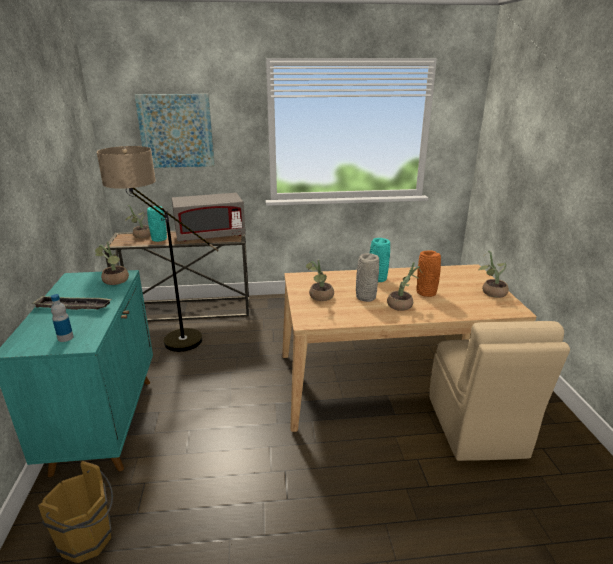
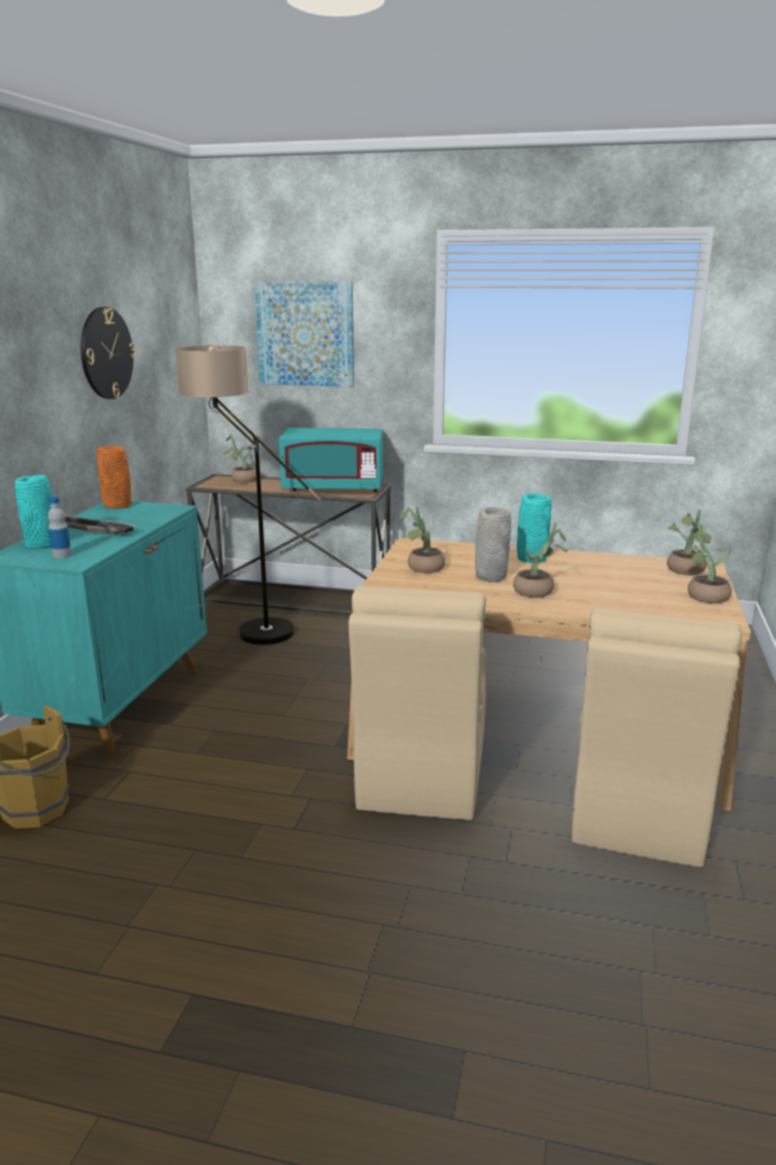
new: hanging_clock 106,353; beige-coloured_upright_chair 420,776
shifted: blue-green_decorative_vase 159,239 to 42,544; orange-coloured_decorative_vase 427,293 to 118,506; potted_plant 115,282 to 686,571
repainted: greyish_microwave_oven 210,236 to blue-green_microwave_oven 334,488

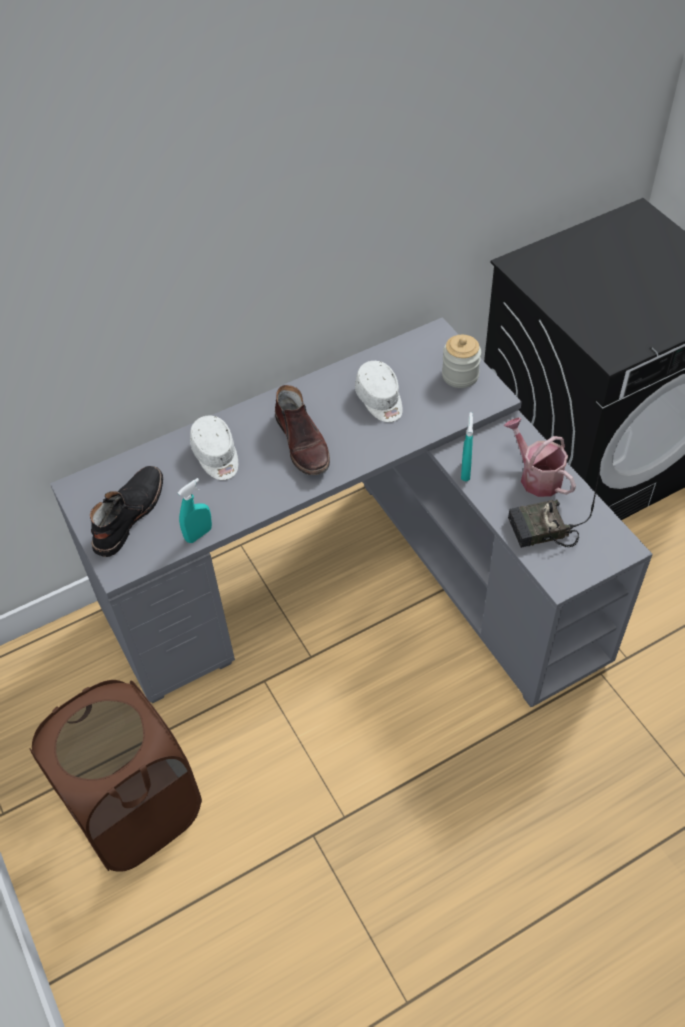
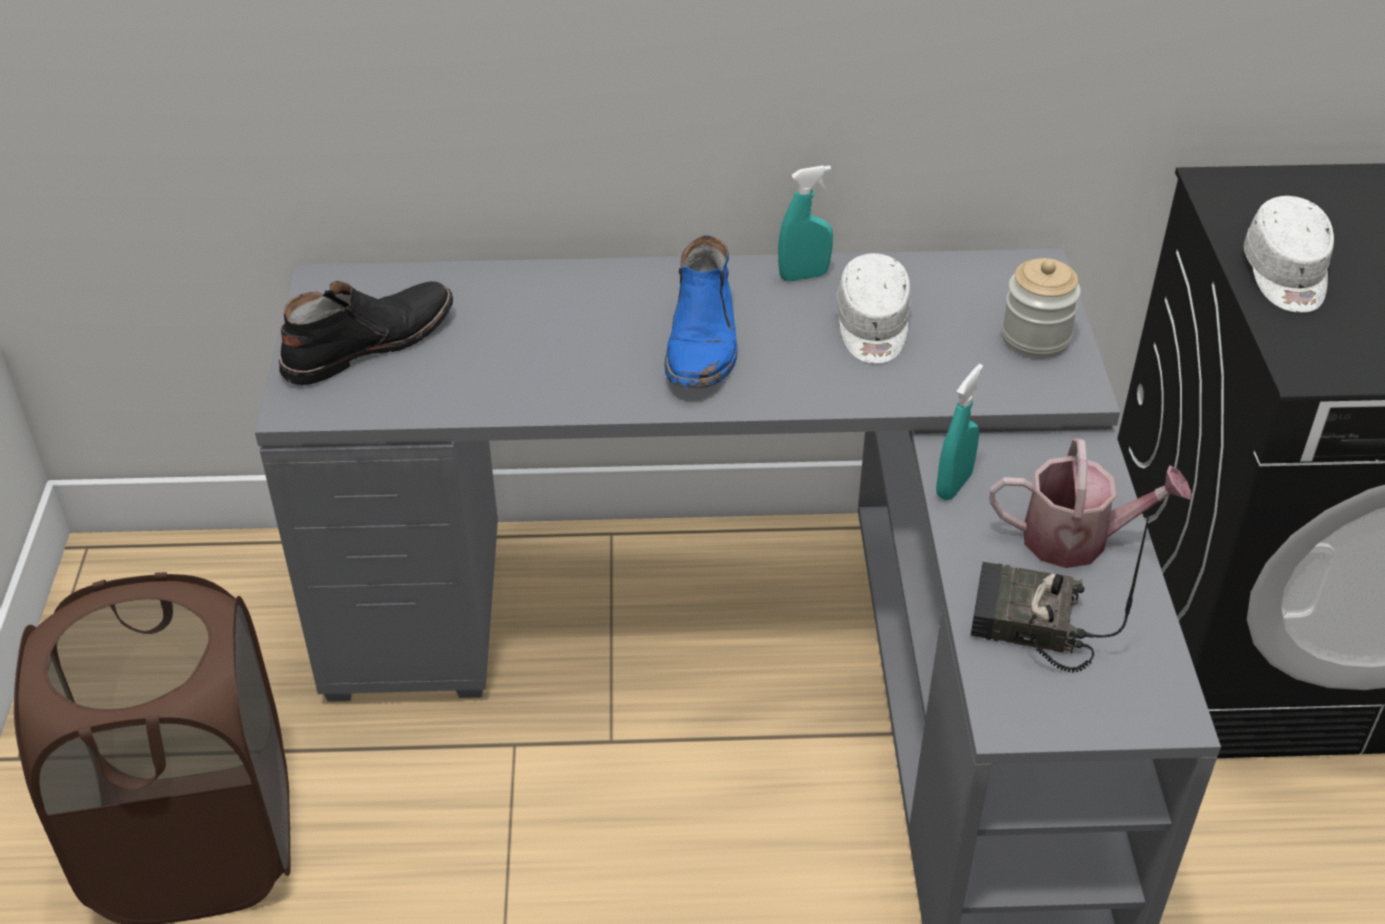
shifted: blue-green_hand_sprayer 199,534 to 803,276; white_baseball_cap 216,456 to 1285,275
repainted: brown_boot 303,443 to bluish_boot 703,343
rotated: watering_pot 536,476 = 1077,539 105 degrees clockwise

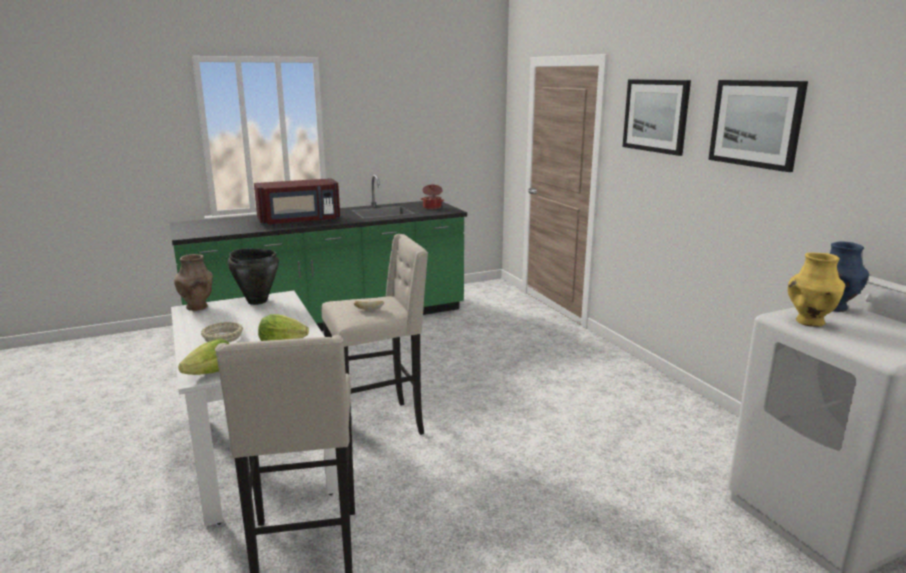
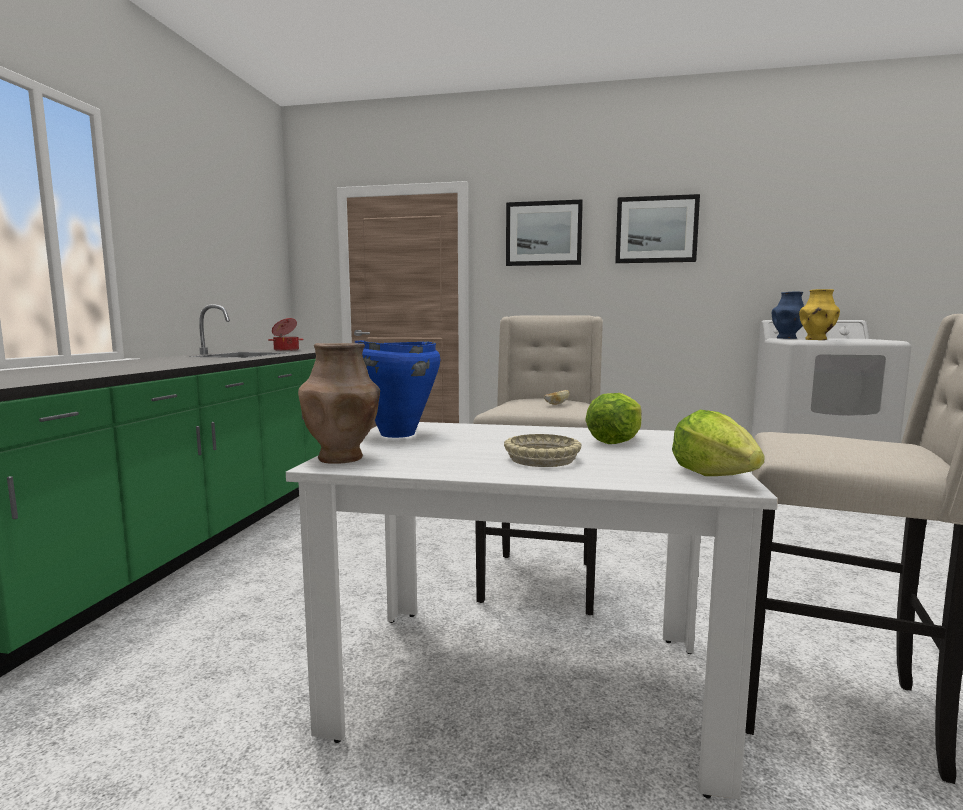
gone: red-coloured_microwave_oven 299,222
repainted: black_stockpot 257,301 to bluish_stockpot 396,434

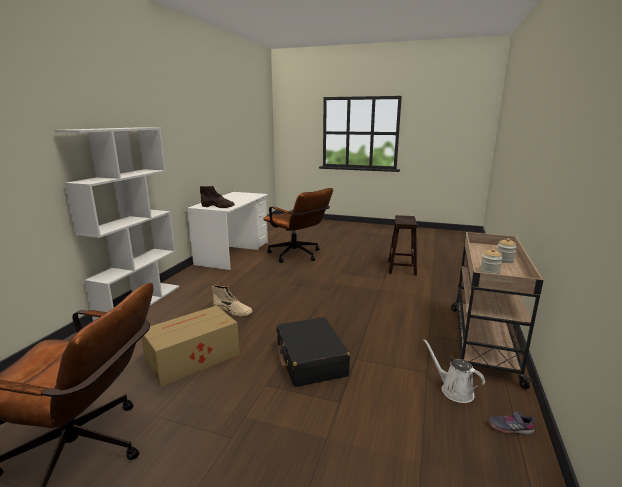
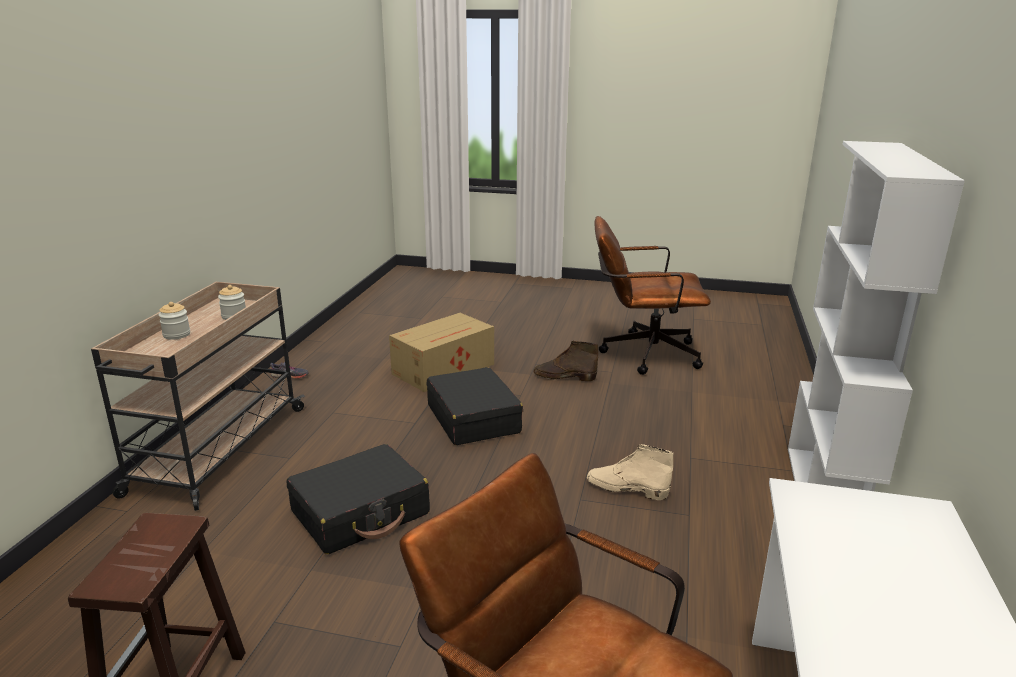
gone: white_watering_pot 454,390
new: black_suitcase 361,513
shifted: carton 191,358 to 445,369; brown_boot 218,206 to 564,377

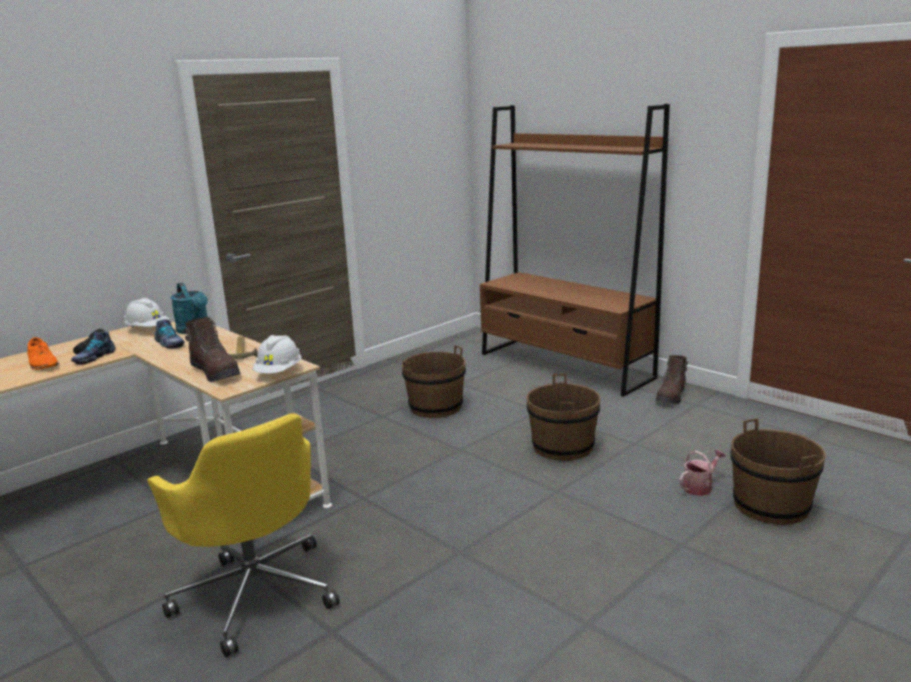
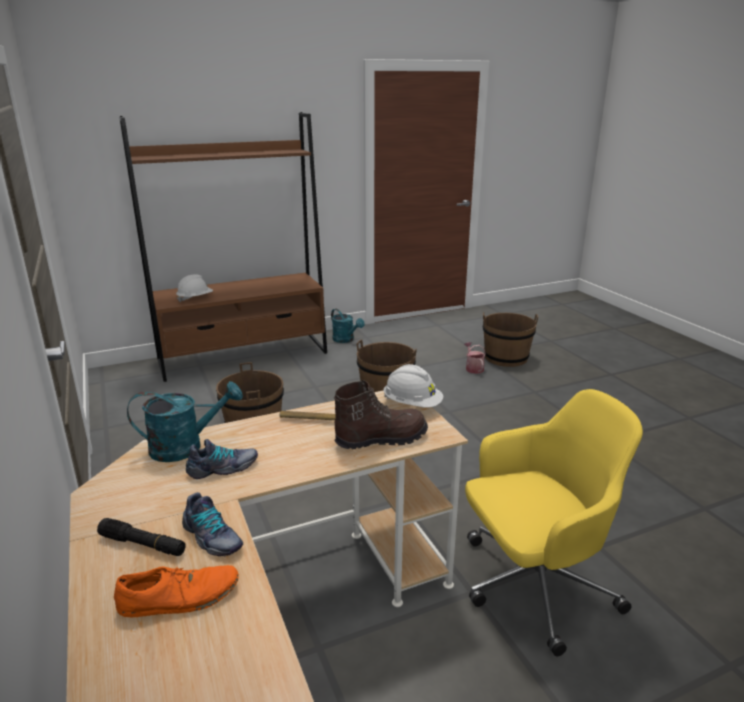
shifted: white_safety_helmet 147,329 to 195,299
swapped: brown_boot 671,397 to blue-green_watering_pot 346,340

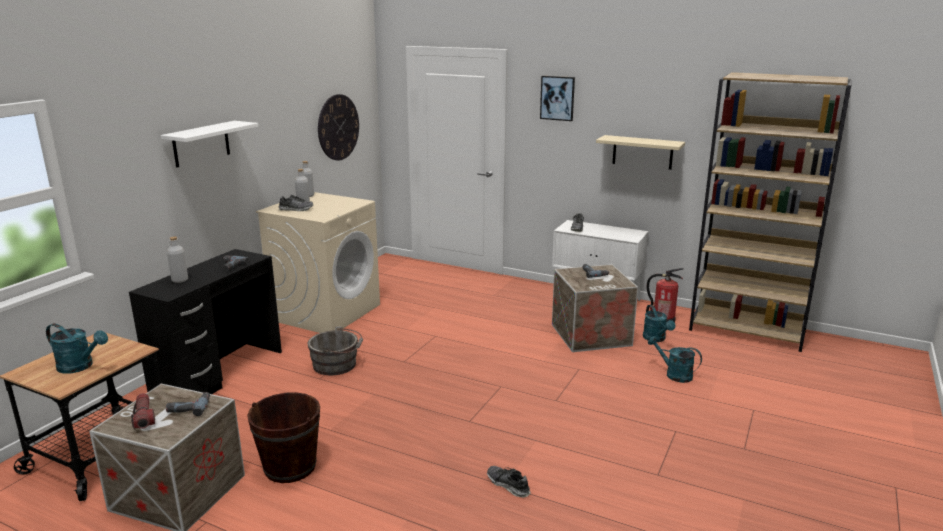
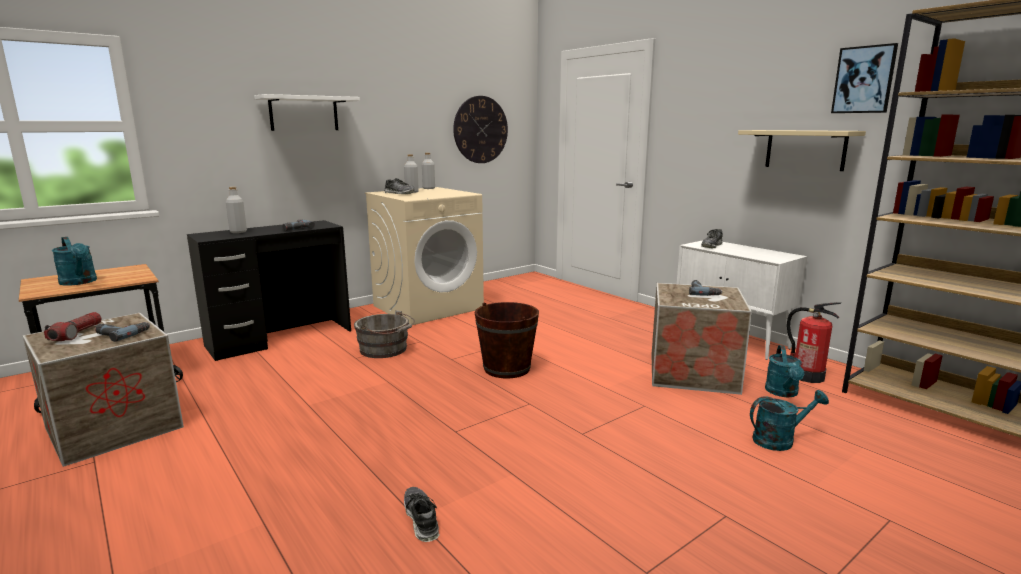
shifted: brown_bucket 290,467 to 507,368; picture 557,98 to 864,80
rotated: blue-green_watering_pot 674,374 = 779,440 105 degrees clockwise

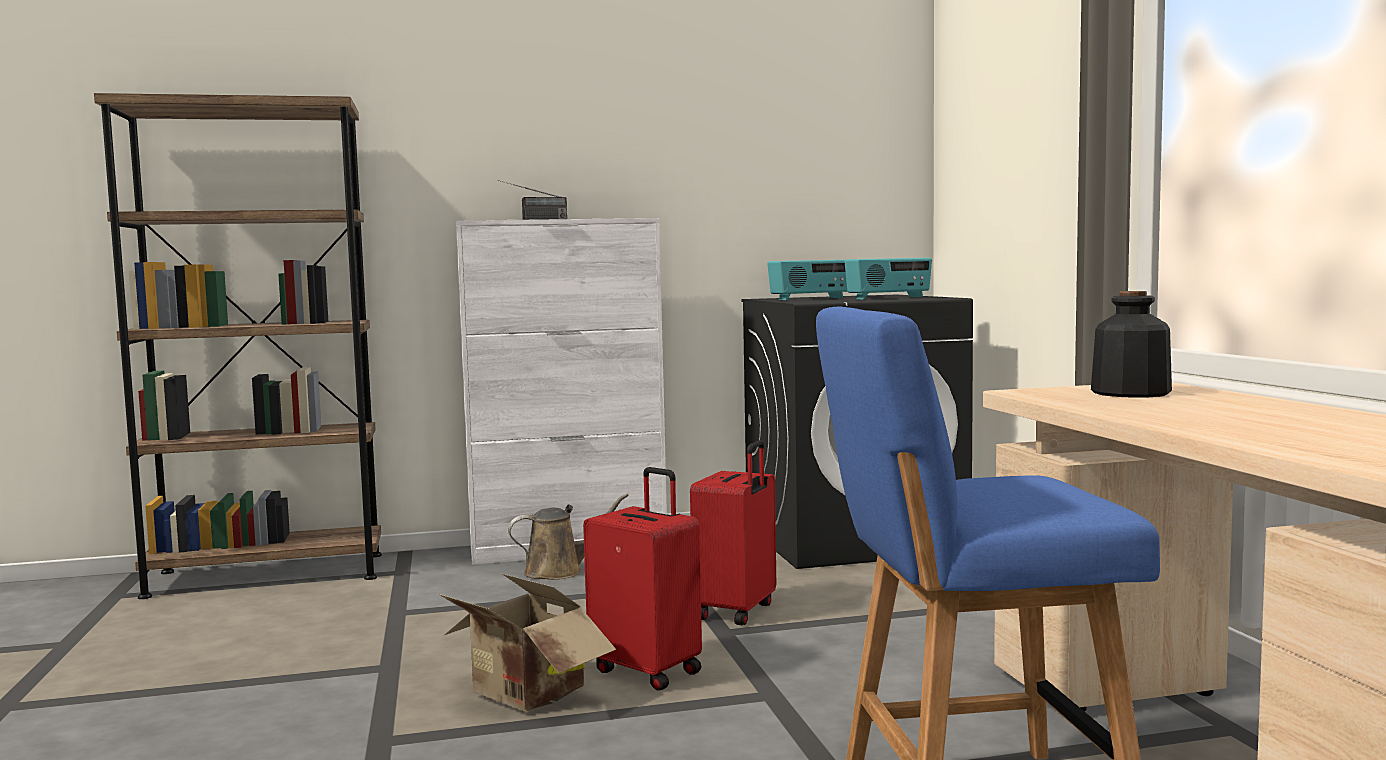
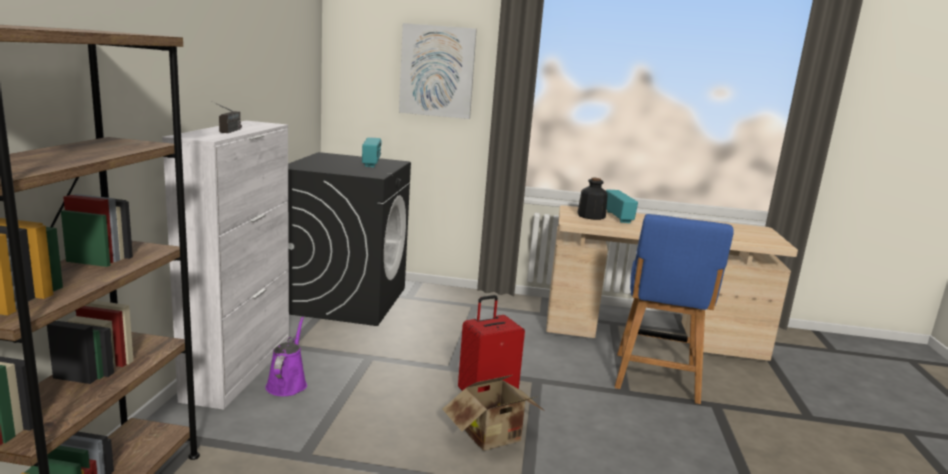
gone: red-coloured_suitcase 737,611
new: picture 437,71
shifted: radio 810,299 to 618,217
repainted: brown_watering_pot 559,571 to purple_watering_pot 287,383

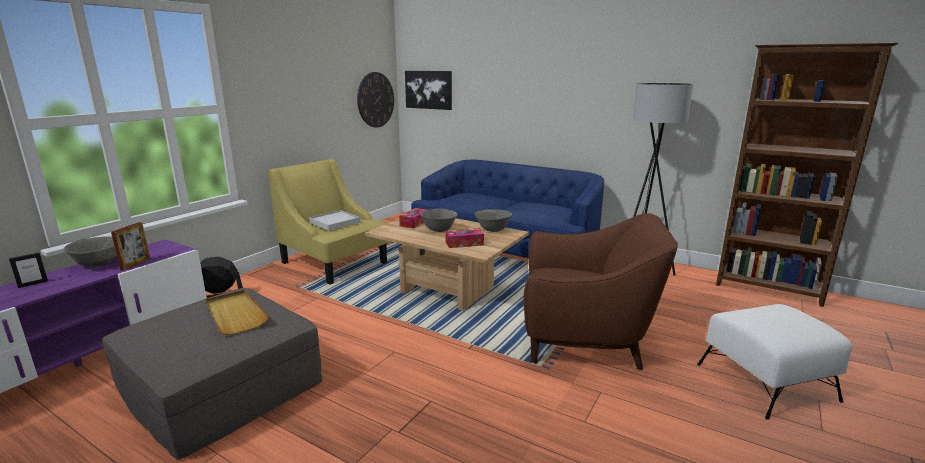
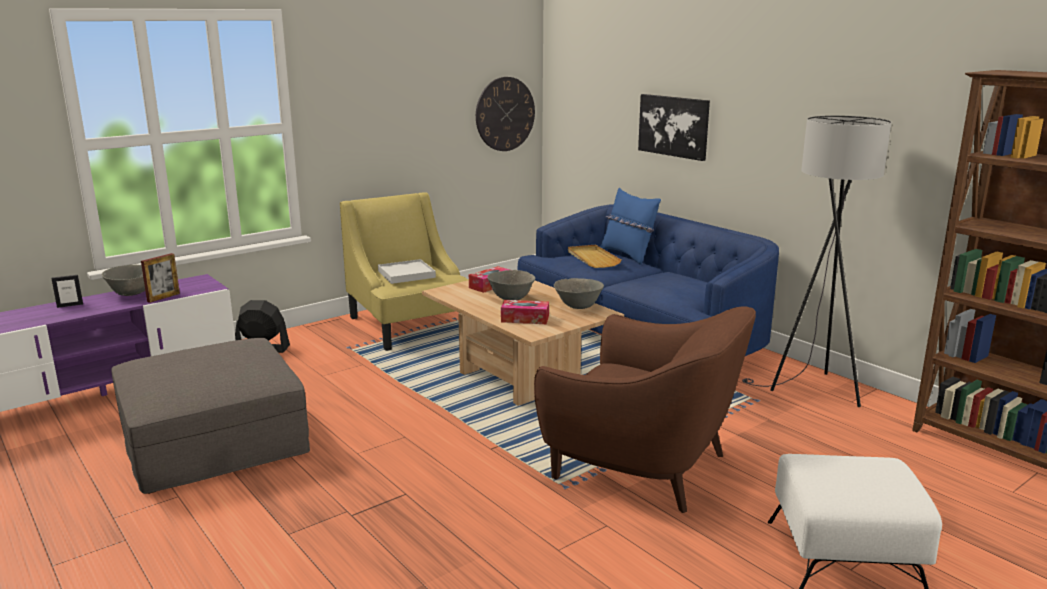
new: bluish_pillow 628,255
shifted: beige-coloured_tray 235,314 to 592,258; picture 429,89 to 674,126

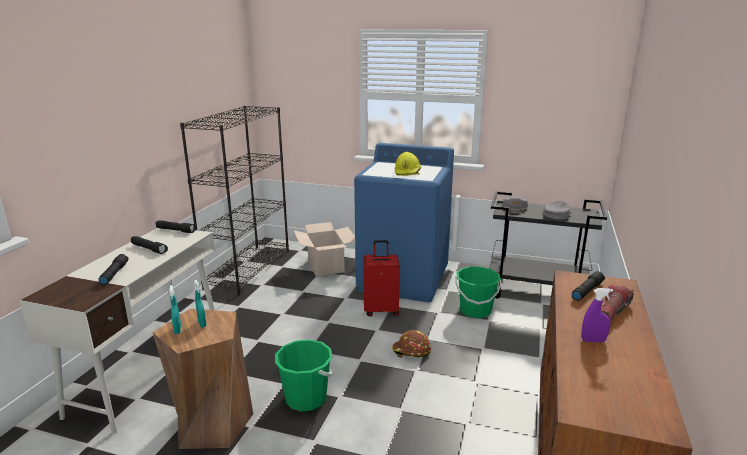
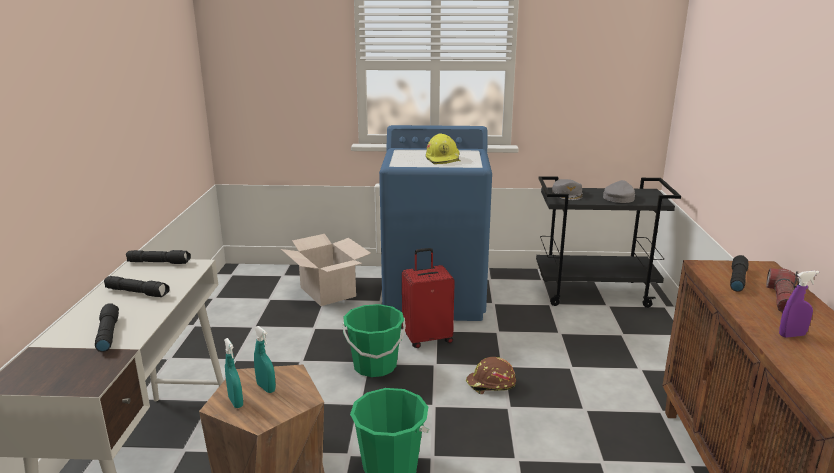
gone: black_bookshelf 248,268
shifted: green_bucket 475,311 to 375,366

